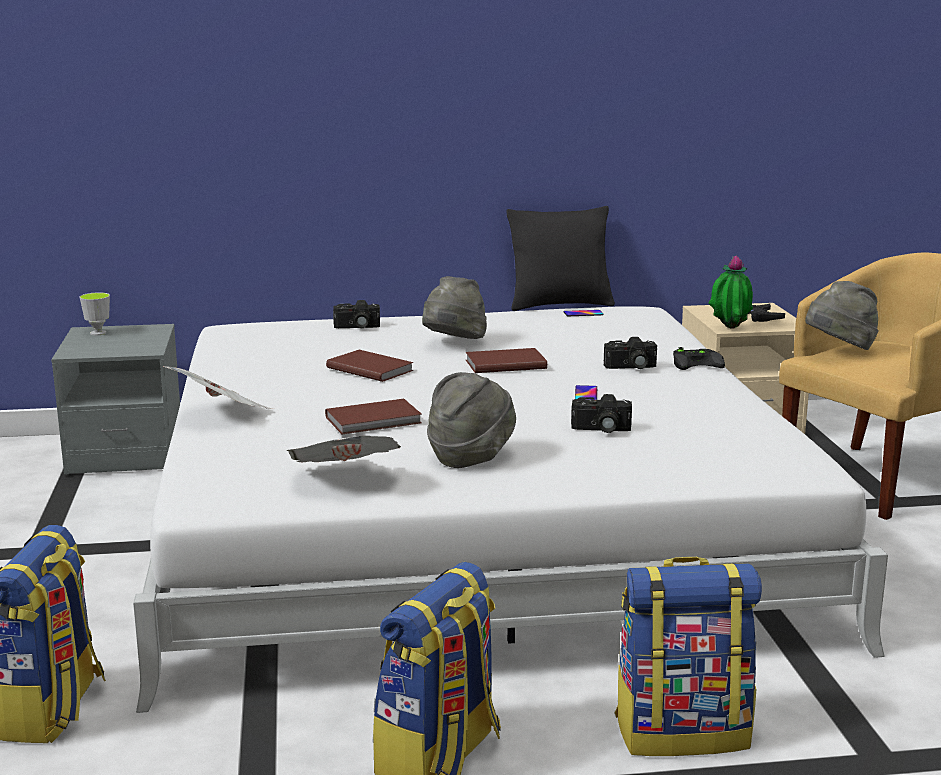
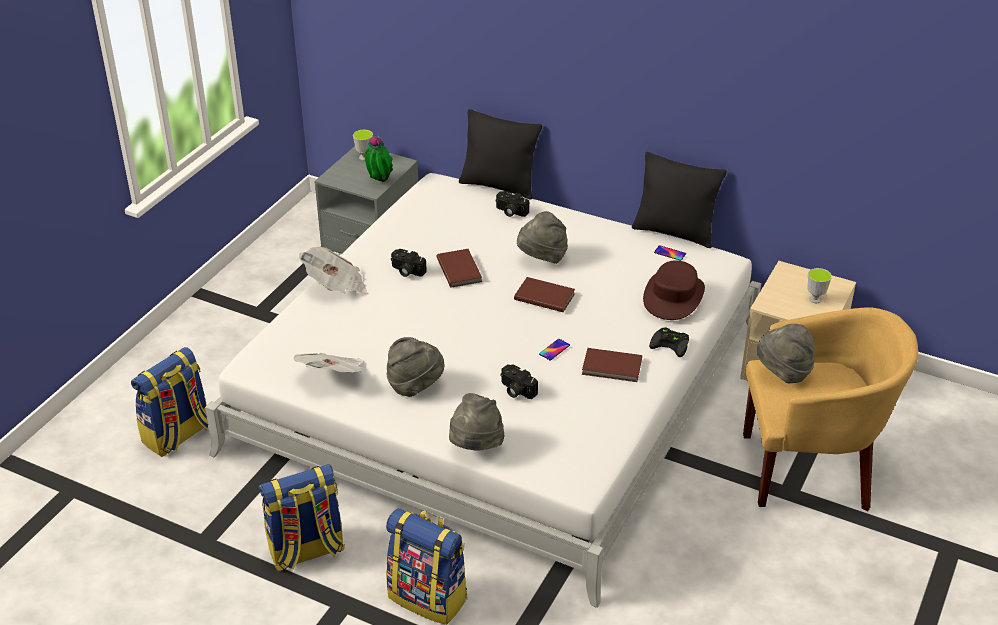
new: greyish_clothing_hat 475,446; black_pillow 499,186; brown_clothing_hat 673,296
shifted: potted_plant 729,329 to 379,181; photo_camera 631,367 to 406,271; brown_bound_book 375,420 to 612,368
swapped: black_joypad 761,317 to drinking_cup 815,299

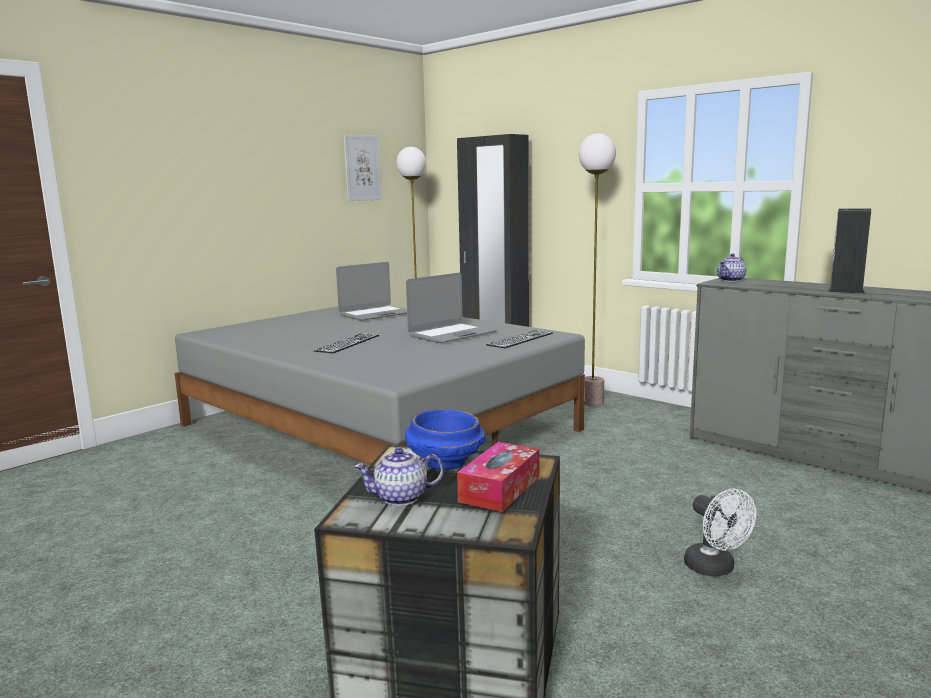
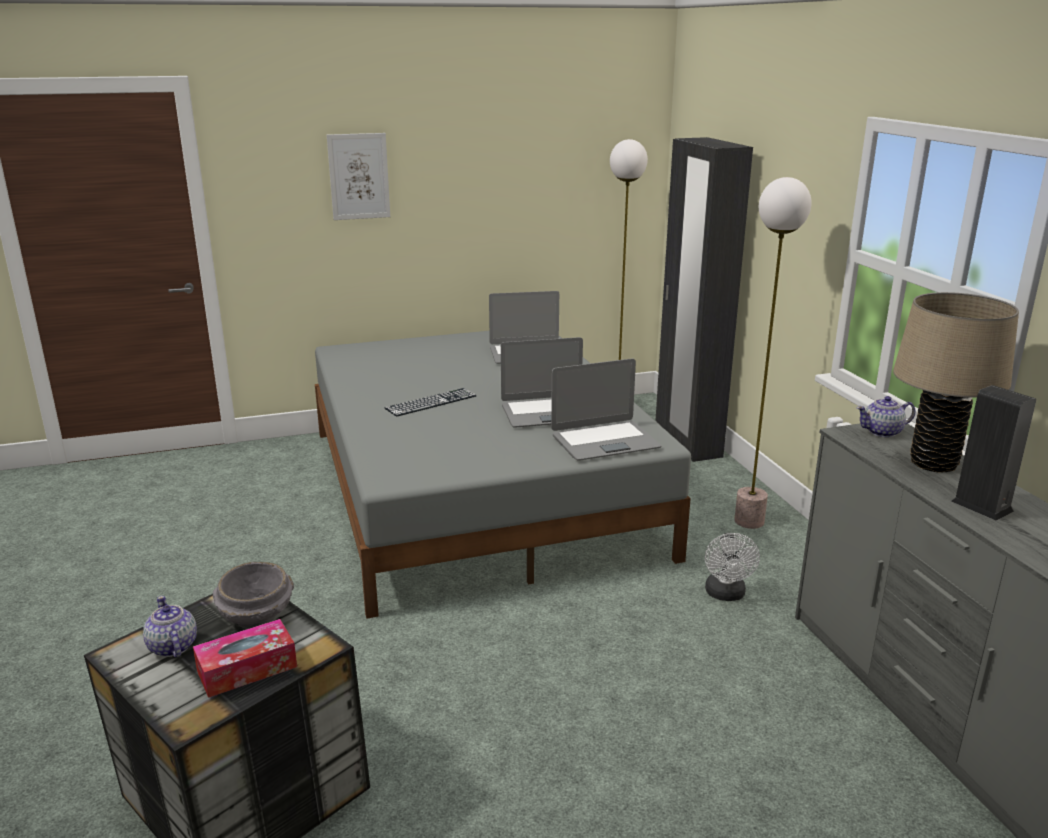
new: beige-coloured_tabletop_lamp 933,463
shifted: picture 362,168 to 359,176; white_fan 715,569 to 726,595
swapped: PC_keyboard 520,339 to portable_computer 604,442
repainted: bluish_serving_bowl 445,462 to greyish_serving_bowl 257,617
rotated: tea_pot 401,498 = 172,647 45 degrees clockwise

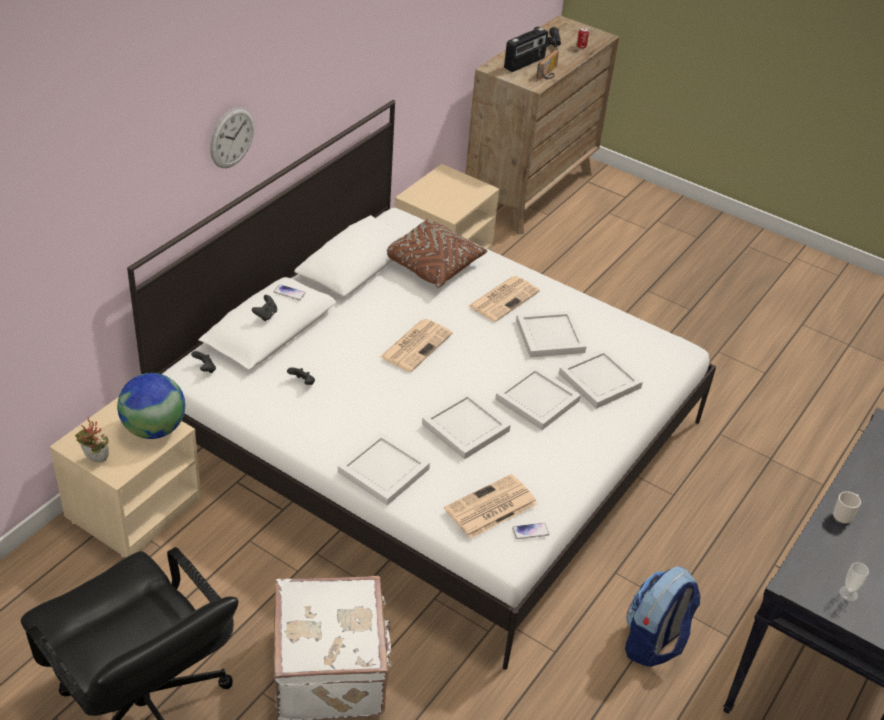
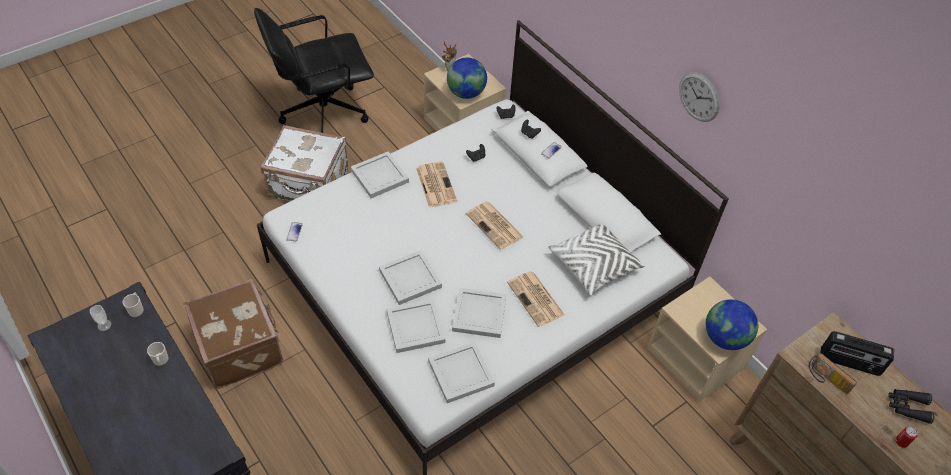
new: tea_mug 136,309; world_globe 725,338
shifted: printed_paper 490,507 to 435,184; white_tray 465,428 to 459,373; hanging_clock 232,137 to 699,97
swapped: backpack 653,642 to brown_suitcase 241,347
repainted: brown_pillow 431,264 to white_pillow 594,264
rotated: radio 524,63 = 849,363 45 degrees counterclockwise

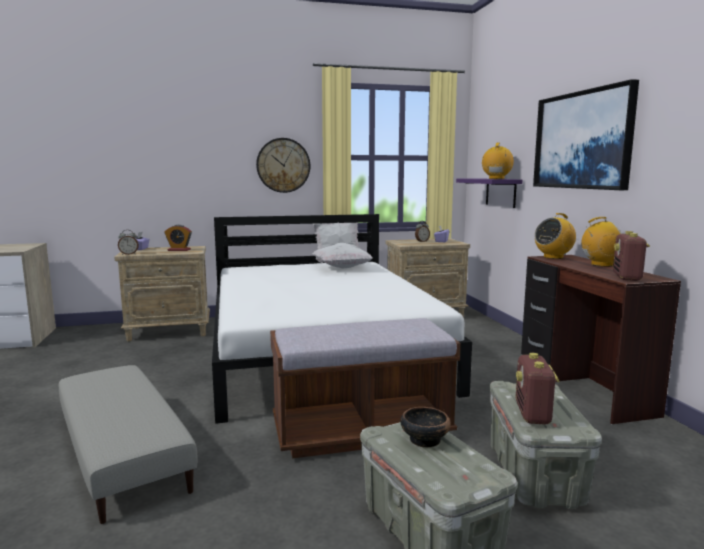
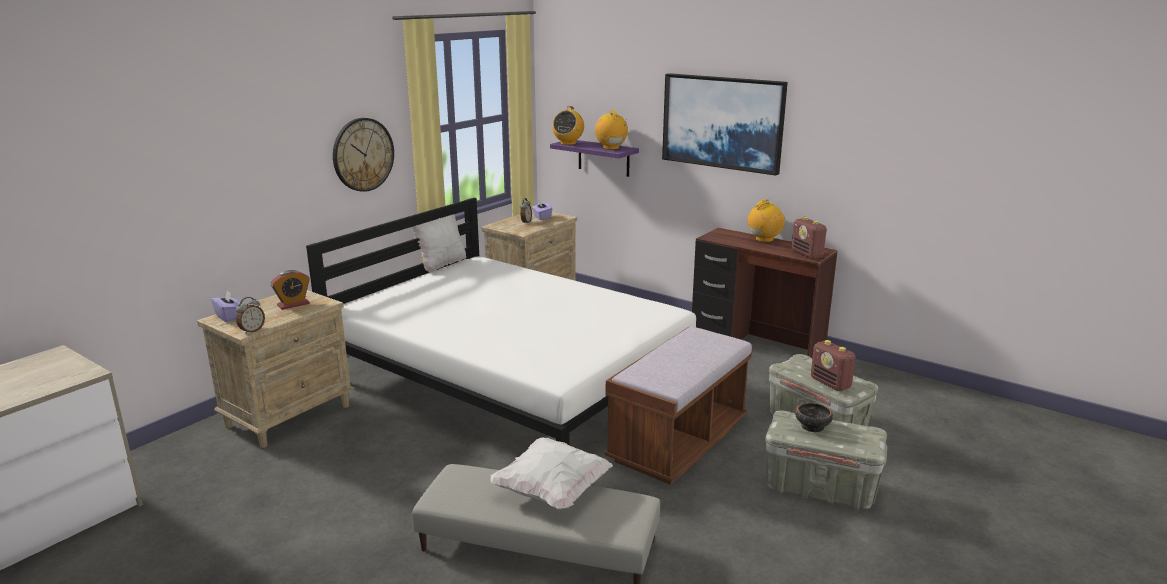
shifted: white_pillow 342,268 to 552,491; radio 553,257 to 568,143

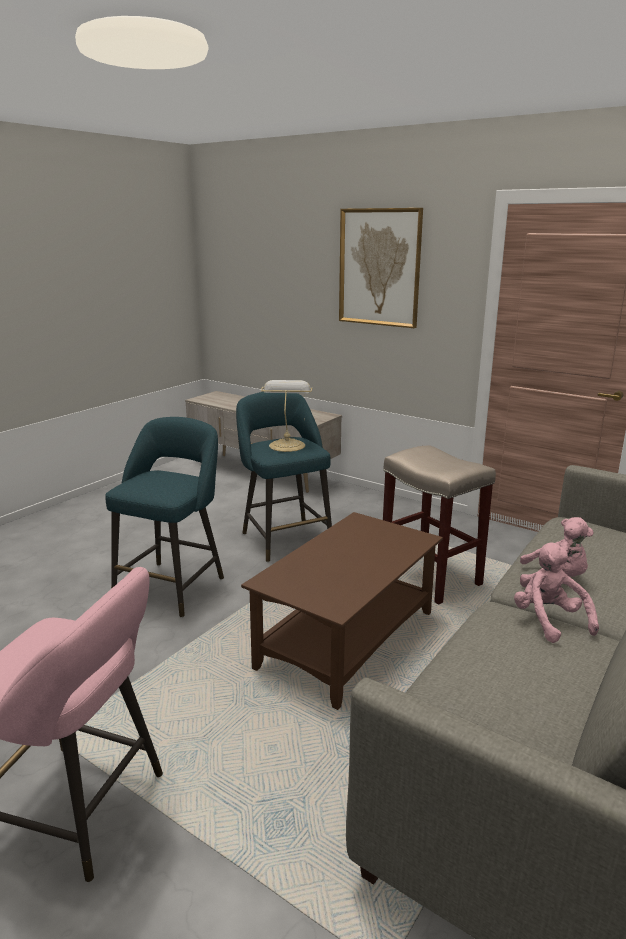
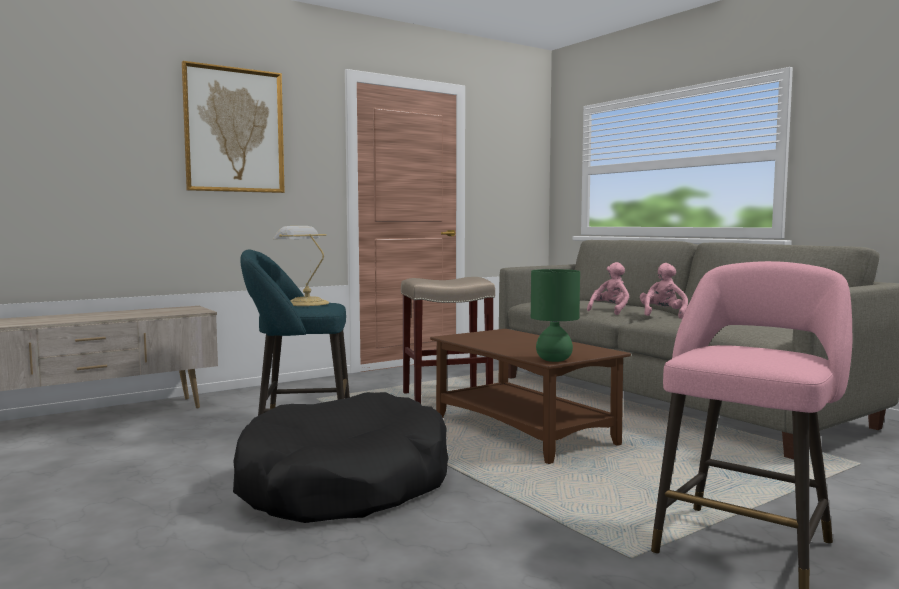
new: green_tabletop_lamp 554,359
swapped: blue-green_stool_seat 173,586 to black_dog_cushion 344,484
rotated: pink-coloured_soft_toy 549,620 = 663,315 105 degrees clockwise

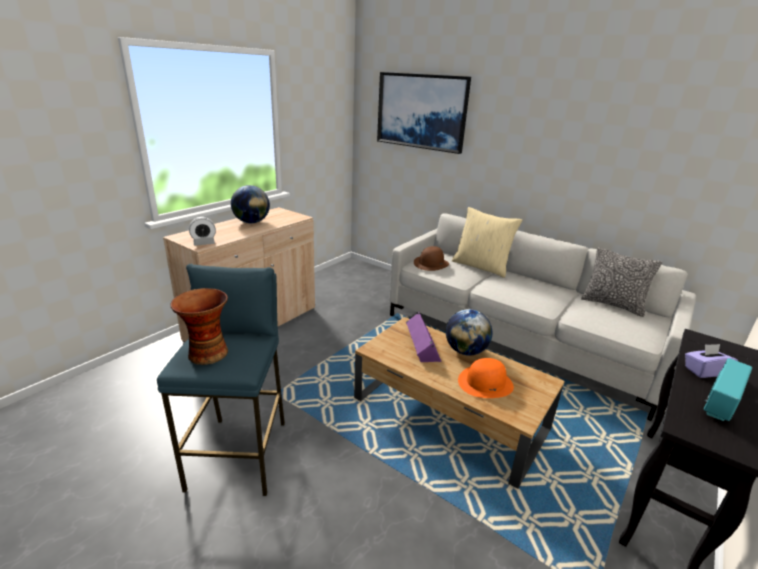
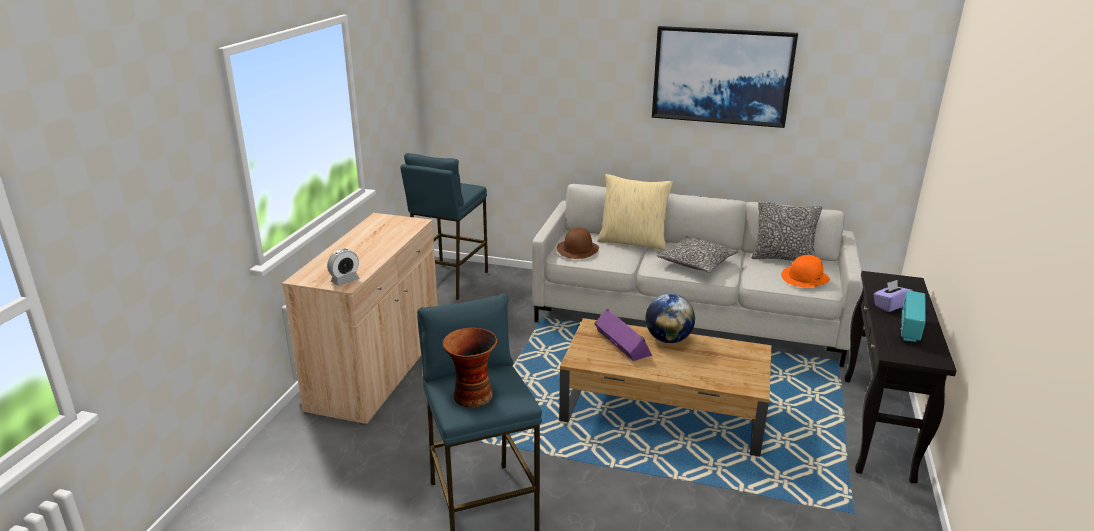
gone: world_globe 251,222
new: bluish_stool_seat 449,281; pillow 696,262
shifted: picture 421,111 to 722,76; orange-coloured_clothing_hat 485,383 to 805,277

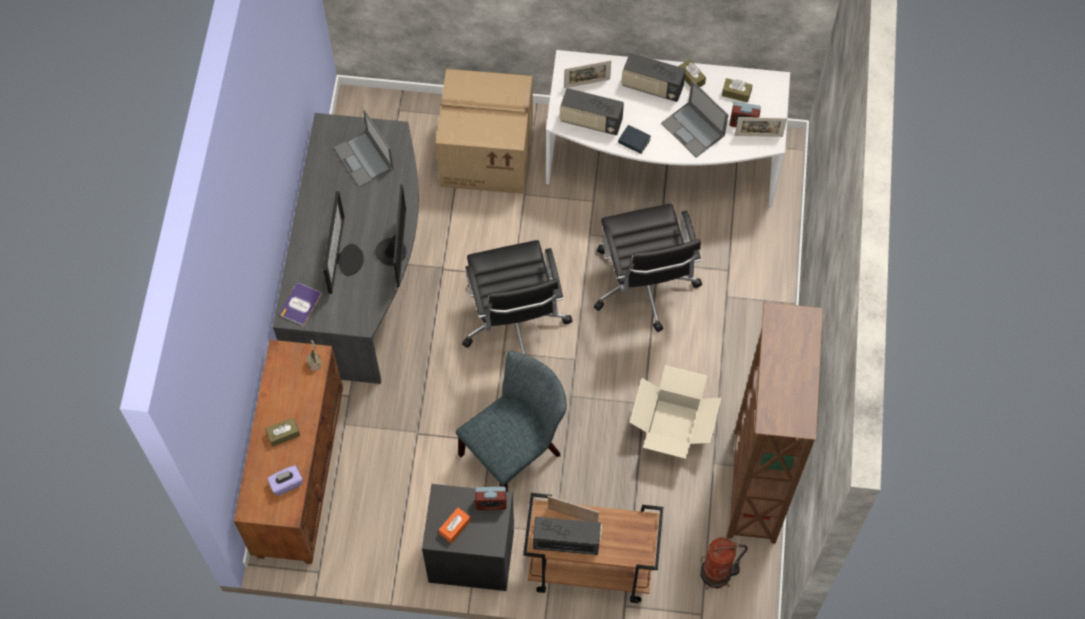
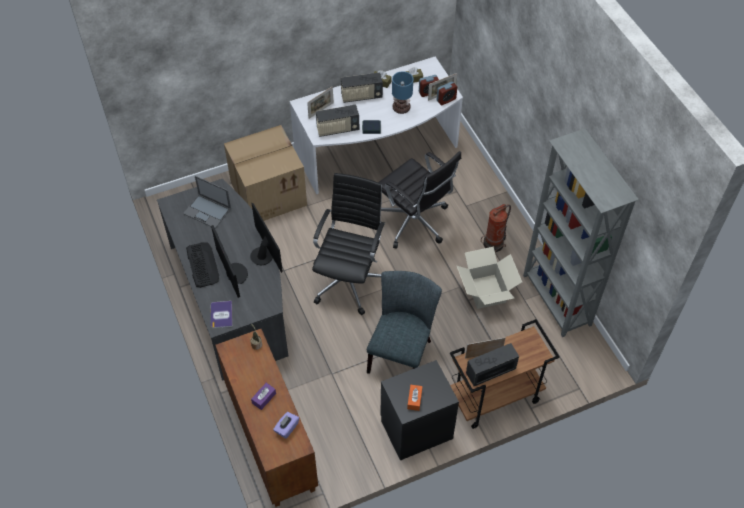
new: PC_keyboard 202,264
shifted: bedside_clock 491,503 to 446,100; fire_extinguisher 717,574 to 494,244
swapped: portable_computer 693,130 to tabletop_lamp 402,108
repainted: brown_box_of_tissues 283,434 to purple_box_of_tissues 264,398; brown_bookshelf 753,487 to greyish_bookshelf 556,301
rotated: black_computer_chair 514,322 = 349,279 120 degrees counterclockwise

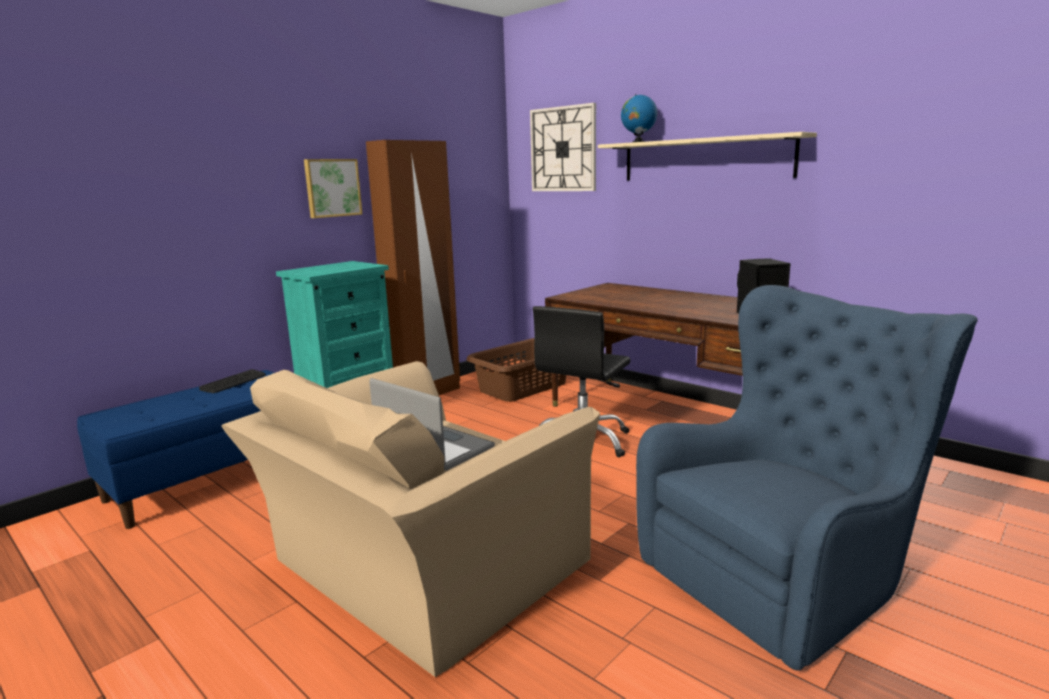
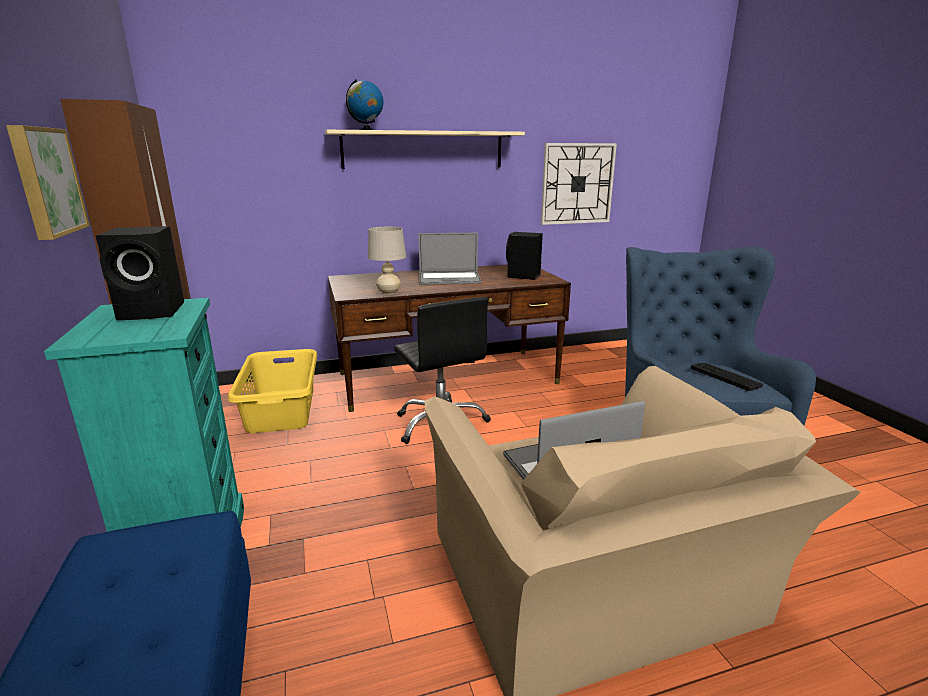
new: black_loudspeaker 154,311; beige-coloured_tabletop_lamp 388,292; portable_computer 449,279
shifted: hanging_clock 563,149 to 577,184; PC_keyboard 234,382 to 725,376
repainted: brown_laundry_basket 524,387 to yellowish_laundry_basket 282,409

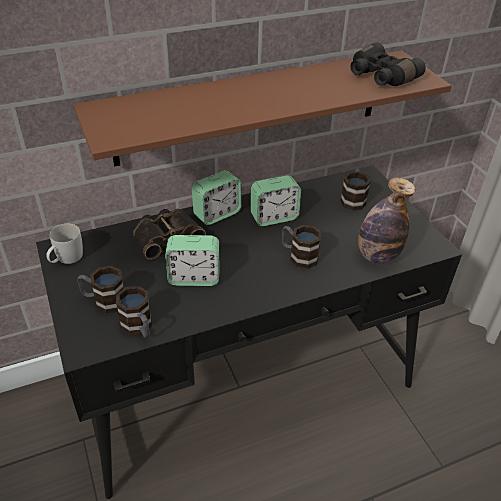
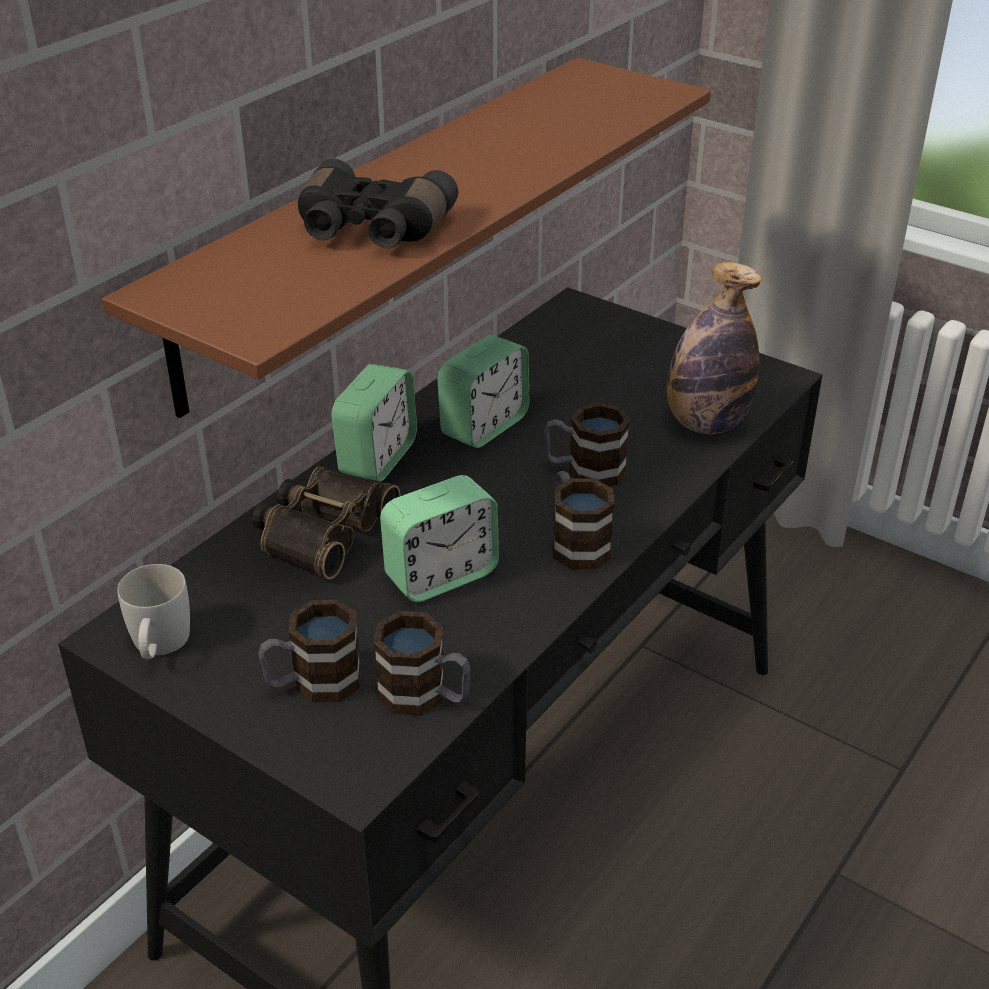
shifted: black_field_glasses 380,77 to 370,230; tea_mug 353,199 to 575,542

